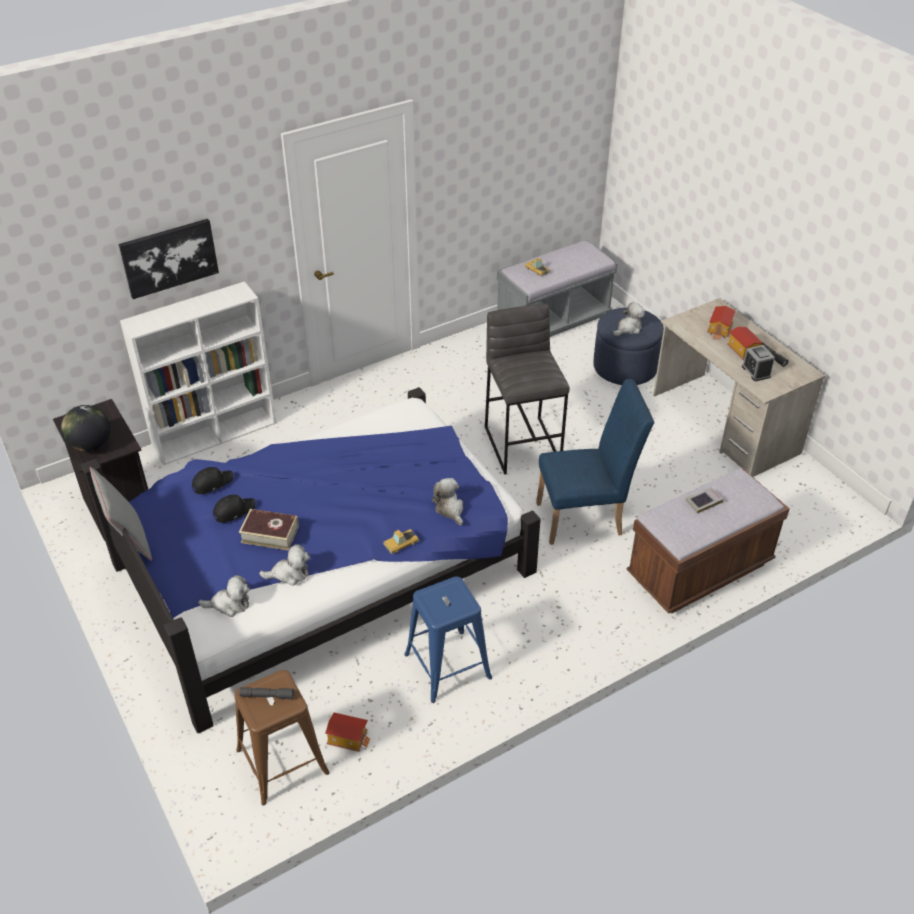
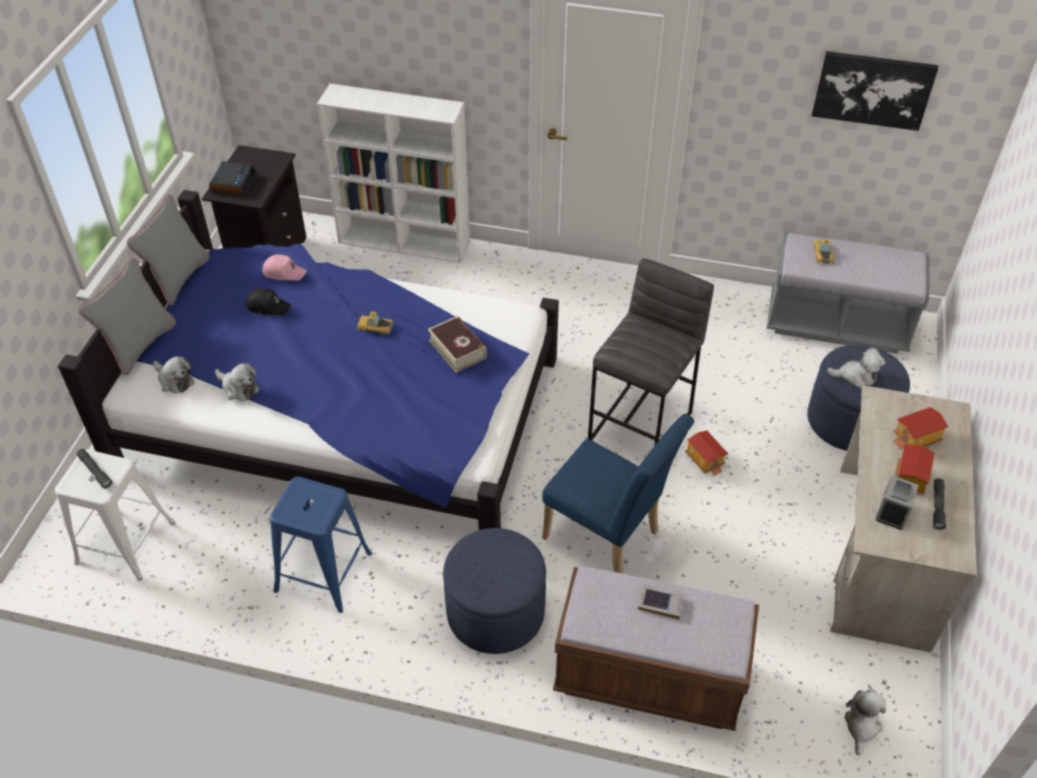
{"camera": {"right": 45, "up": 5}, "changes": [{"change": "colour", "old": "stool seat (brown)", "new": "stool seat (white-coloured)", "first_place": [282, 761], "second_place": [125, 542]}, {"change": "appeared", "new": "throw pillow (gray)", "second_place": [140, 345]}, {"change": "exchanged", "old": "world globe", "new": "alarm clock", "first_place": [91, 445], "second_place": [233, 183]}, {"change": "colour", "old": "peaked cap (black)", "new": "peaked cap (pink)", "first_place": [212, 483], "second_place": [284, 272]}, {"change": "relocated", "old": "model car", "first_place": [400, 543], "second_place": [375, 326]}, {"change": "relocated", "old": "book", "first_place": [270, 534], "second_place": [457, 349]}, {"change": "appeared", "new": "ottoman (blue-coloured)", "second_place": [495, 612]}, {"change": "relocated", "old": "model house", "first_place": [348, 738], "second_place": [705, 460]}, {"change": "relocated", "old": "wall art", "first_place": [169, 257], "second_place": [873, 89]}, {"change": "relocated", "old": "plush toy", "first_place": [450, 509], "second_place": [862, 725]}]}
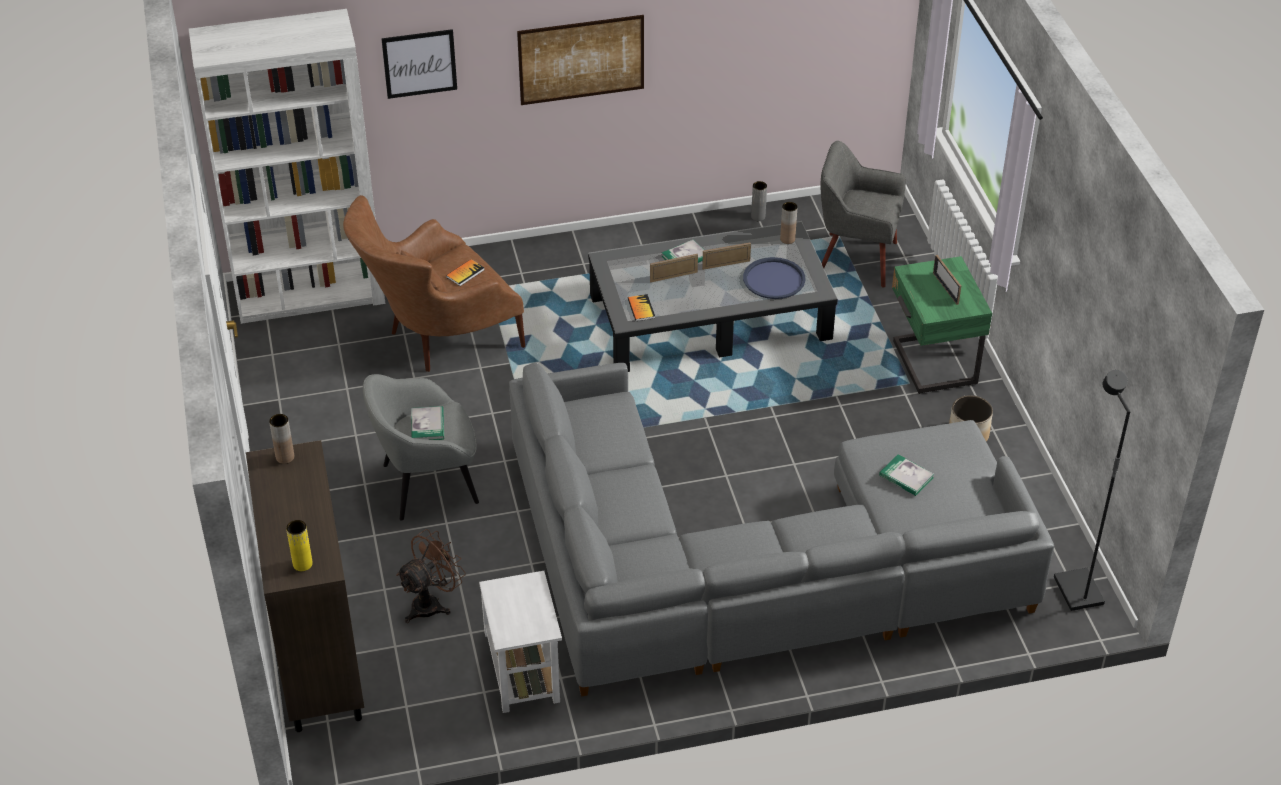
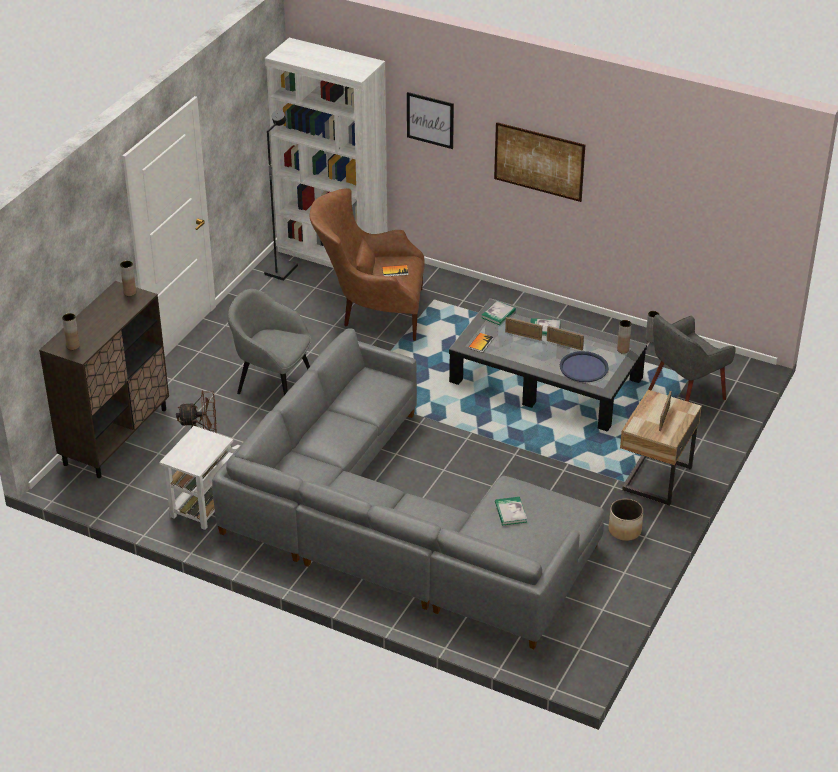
{"camera": {"right": 40, "up": -5}, "changes": [{"change": "colour", "old": "flower vase (yellow-coloured)", "new": "flower vase (brown)", "first_place": [302, 564], "second_place": [73, 346]}, {"change": "relocated", "old": "floor lamp (black)", "first_place": [1076, 591], "second_place": [280, 270]}, {"change": "relocated", "old": "book", "first_place": [427, 425], "second_place": [498, 314]}, {"change": "colour", "old": "night table (greenish)", "new": "night table (beige)", "first_place": [932, 364], "second_place": [654, 479]}, {"change": "spun", "old": "lounge chair (gray)", "first_place": [856, 258], "second_place": [685, 394], "degrees": -90}]}
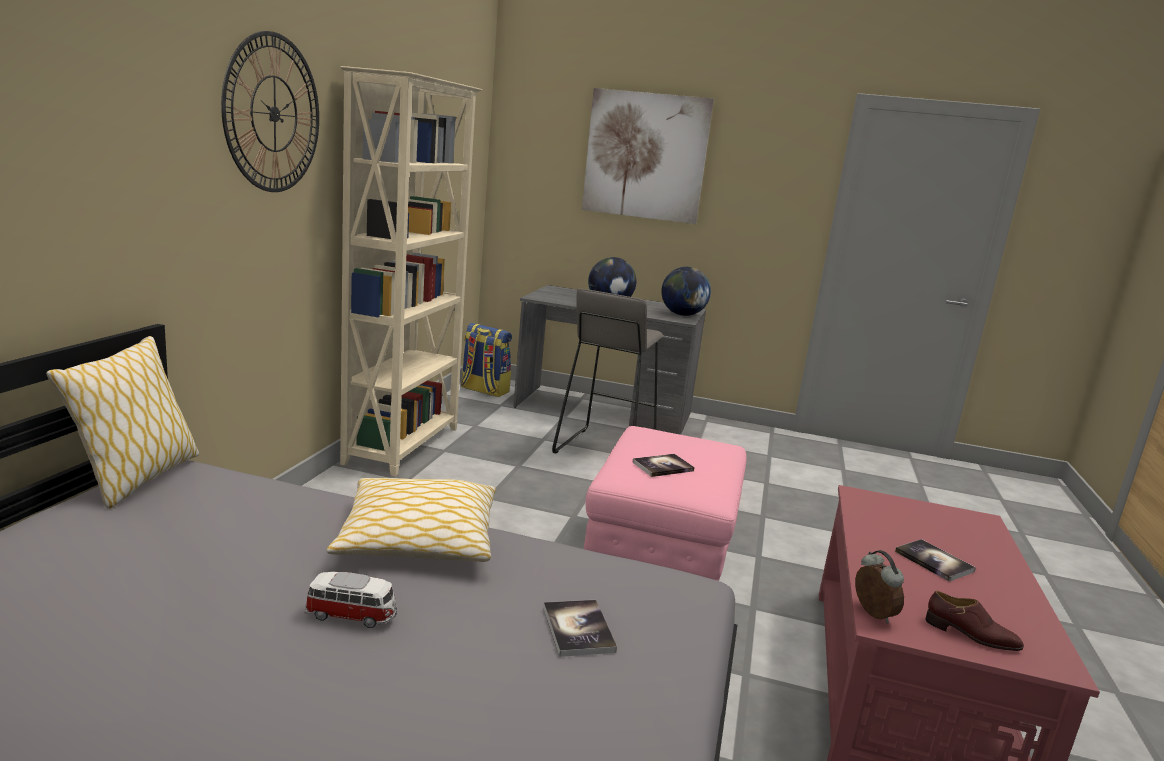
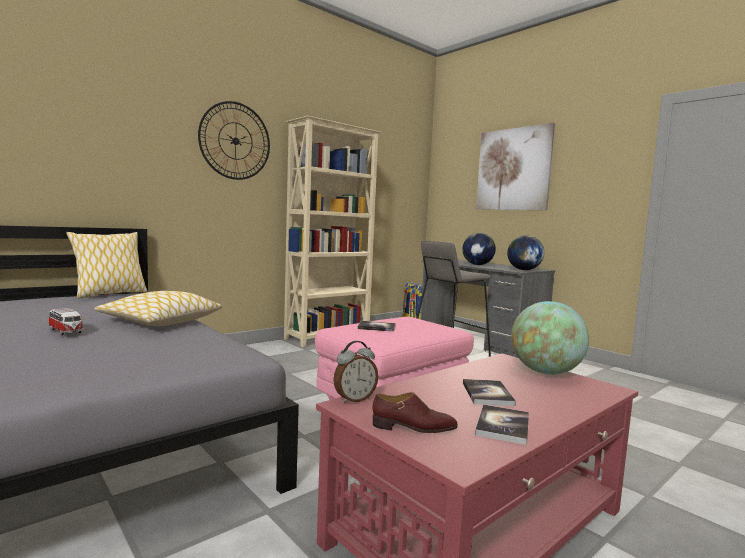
{"camera": {"right": 35, "up": -10}, "changes": [{"change": "spun", "old": "alarm clock", "first_place": [871, 614], "second_place": [354, 399], "degrees": 45}, {"change": "spun", "old": "item of footwear (brown)", "first_place": [971, 635], "second_place": [414, 428], "degrees": -60}, {"change": "relocated", "old": "book", "first_place": [578, 629], "second_place": [503, 425]}, {"change": "appeared", "new": "world globe", "second_place": [545, 372]}]}
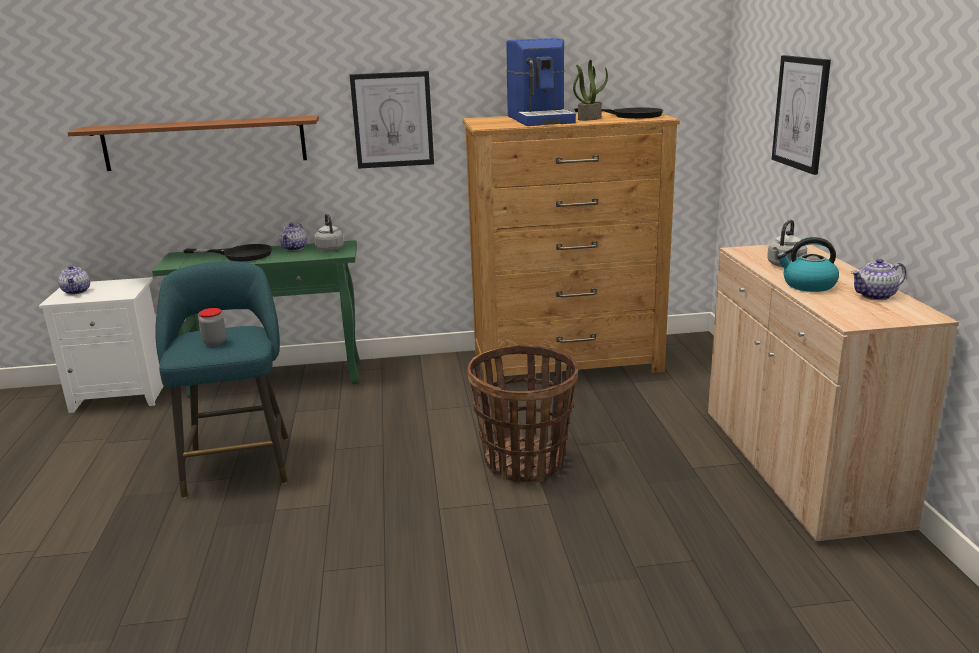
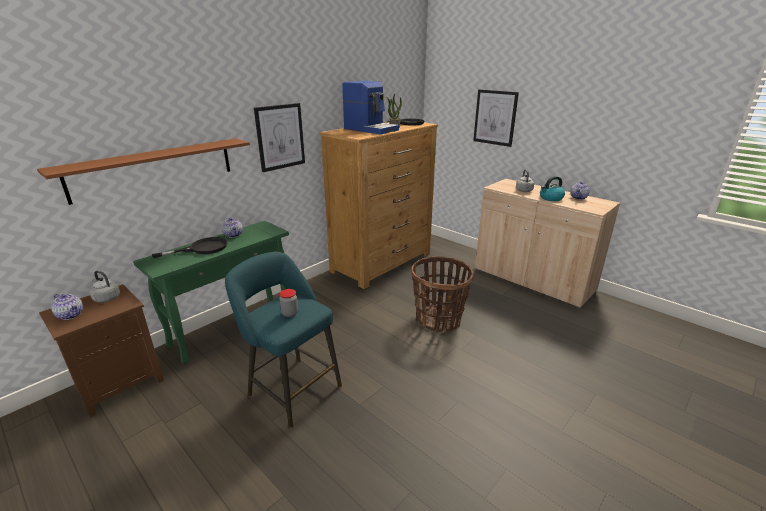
{"camera": {"right": -40, "up": 5}, "changes": [{"change": "colour", "old": "night table (white-coloured)", "new": "night table (brown)", "first_place": [123, 394], "second_place": [120, 383]}, {"change": "relocated", "old": "kettle (gray)", "first_place": [329, 248], "second_place": [106, 298]}]}
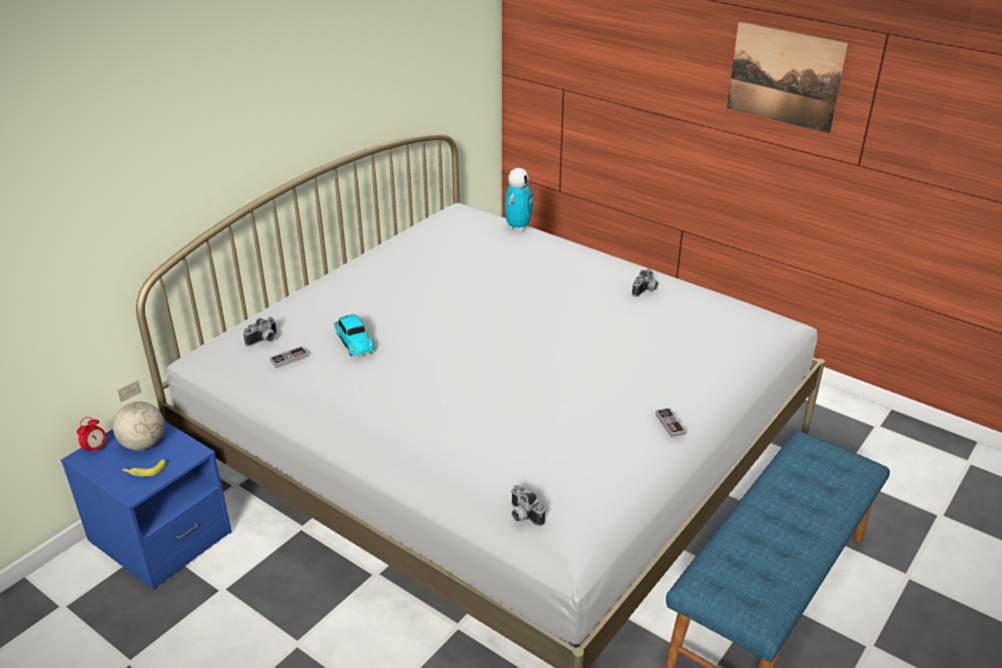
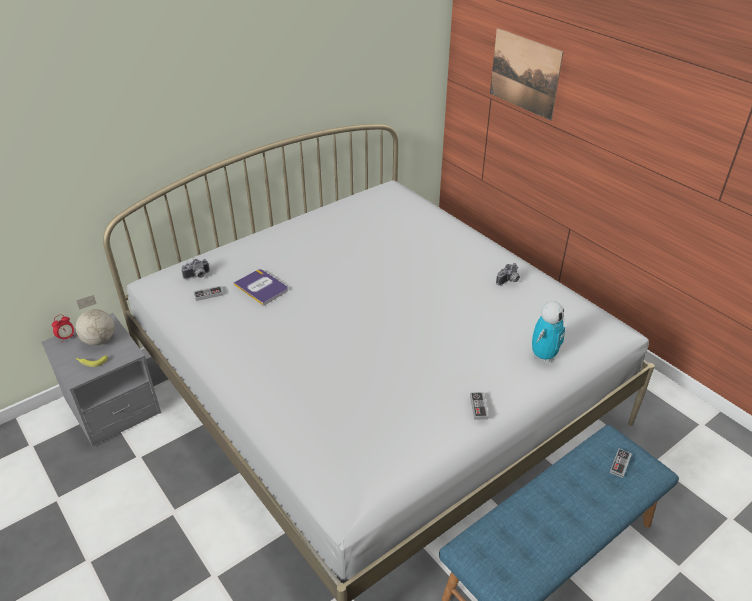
{"camera": {"right": 15, "up": 5}, "changes": [{"change": "colour", "old": "night table (blue-coloured)", "new": "night table (gray)", "first_place": [160, 537], "second_place": [112, 406]}, {"change": "exchanged", "old": "model car", "new": "book", "first_place": [354, 340], "second_place": [261, 287]}, {"change": "relocated", "old": "wall art", "first_place": [784, 77], "second_place": [524, 73]}, {"change": "relocated", "old": "model robot", "first_place": [518, 227], "second_place": [543, 355]}, {"change": "appeared", "new": "joypad", "second_place": [620, 464]}, {"change": "missing", "old": "still camera", "first_place": [522, 516]}]}
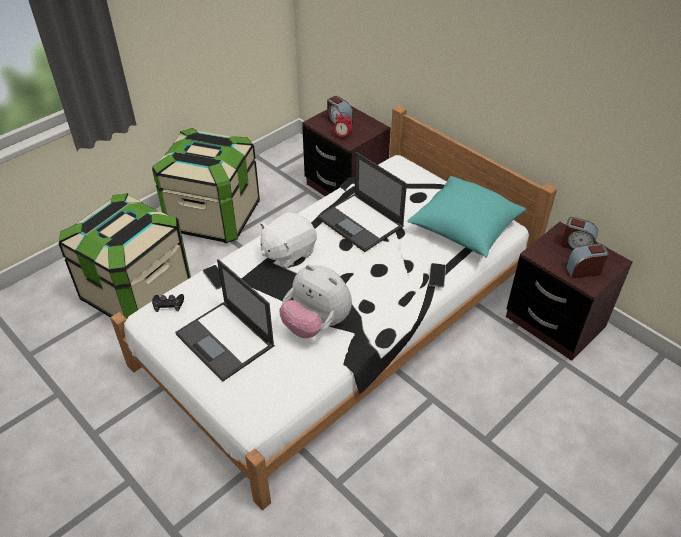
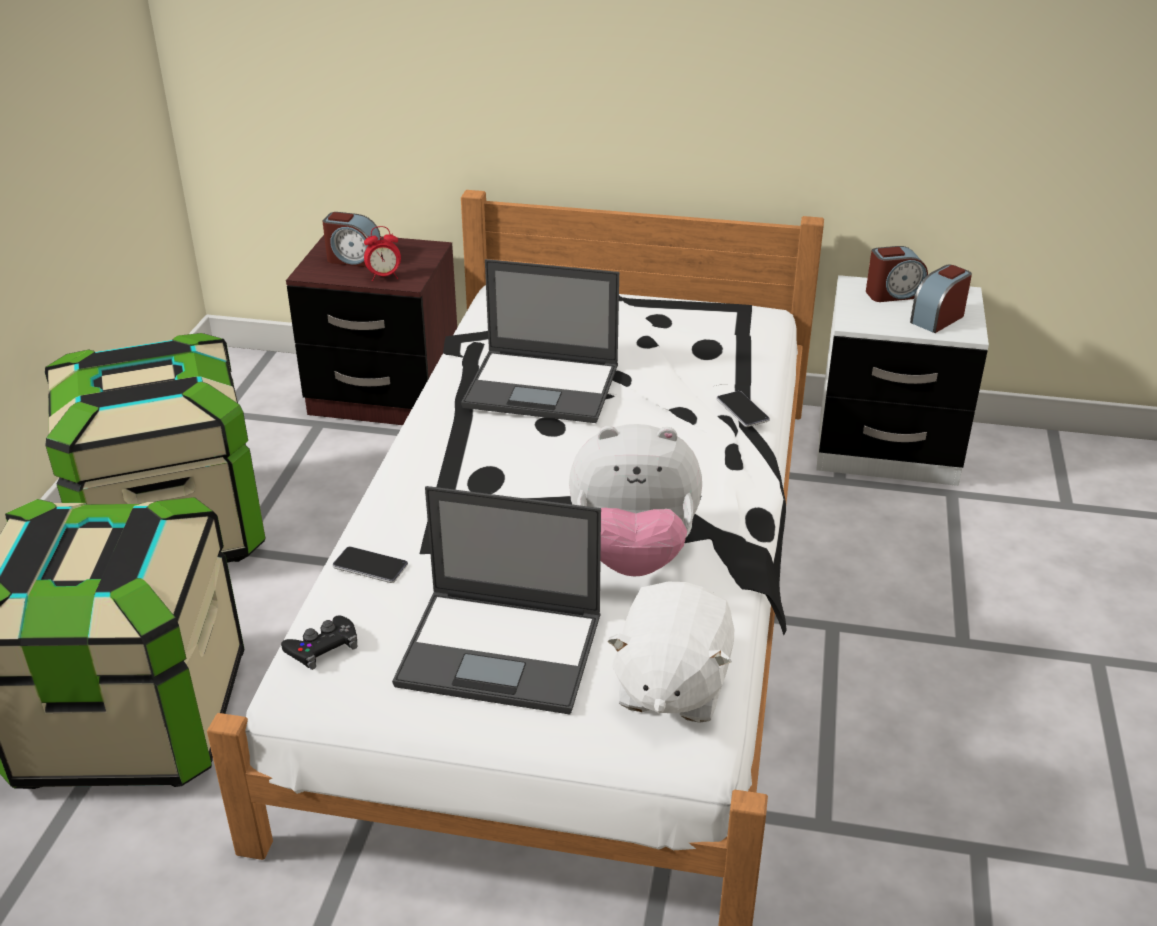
{"camera": {"right": -35, "up": -10}, "changes": [{"change": "relocated", "old": "plush toy (white-coloured)", "first_place": [288, 252], "second_place": [671, 686]}, {"change": "colour", "old": "night table (brown)", "new": "night table (white-coloured)", "first_place": [554, 322], "second_place": [886, 448]}, {"change": "missing", "old": "throw pillow (blue-green)", "first_place": [464, 229]}]}
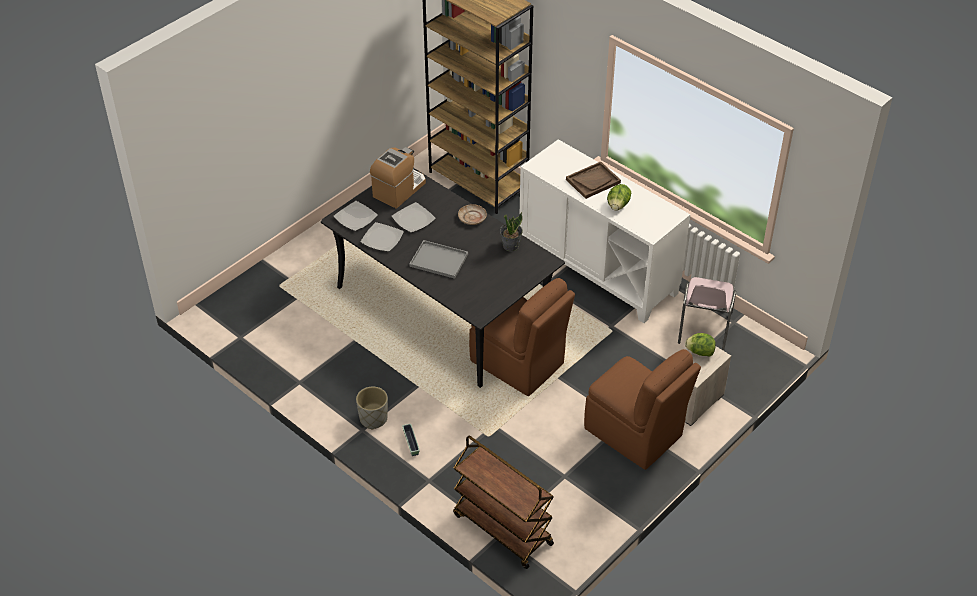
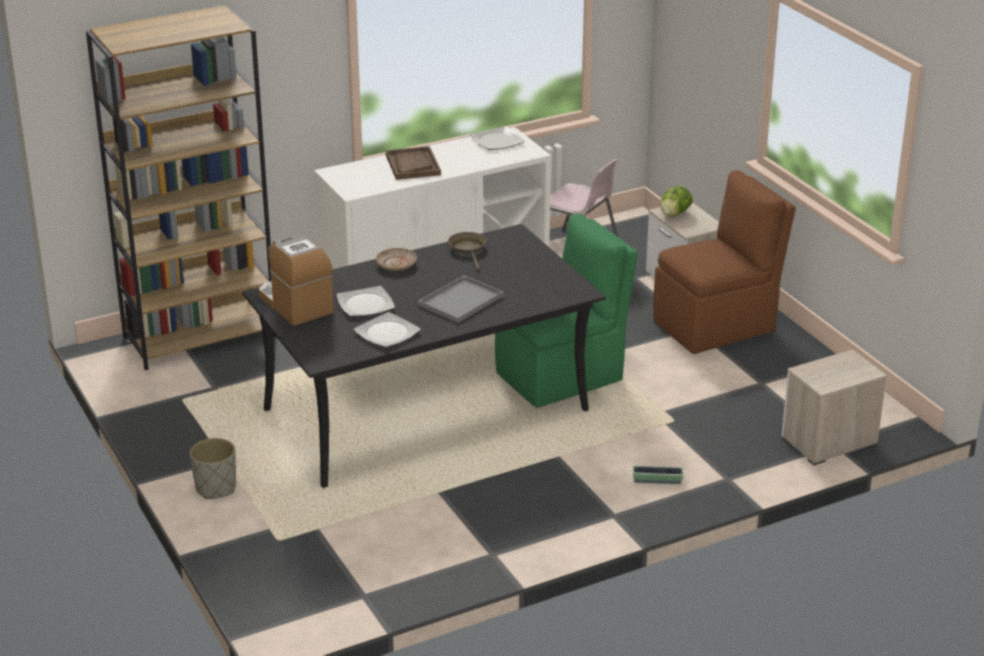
{"camera": {"right": -70, "up": -15}, "changes": [{"change": "relocated", "old": "flower pot (gray)", "first_place": [373, 418], "second_place": [215, 488]}, {"change": "exchanged", "old": "potted plant", "new": "pan (brown)", "first_place": [510, 245], "second_place": [468, 250]}, {"change": "relocated", "old": "dinner plate", "first_place": [355, 218], "second_place": [497, 141]}, {"change": "colour", "old": "chair (brown)", "new": "chair (greenish)", "first_place": [519, 364], "second_place": [562, 376]}, {"change": "exchanged", "old": "trolley (brown)", "new": "night table", "first_place": [502, 529], "second_place": [827, 441]}, {"change": "missing", "old": "lettuce head", "first_place": [618, 205]}]}
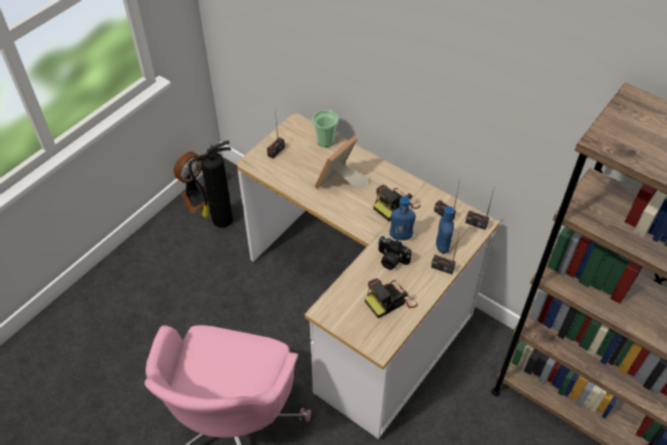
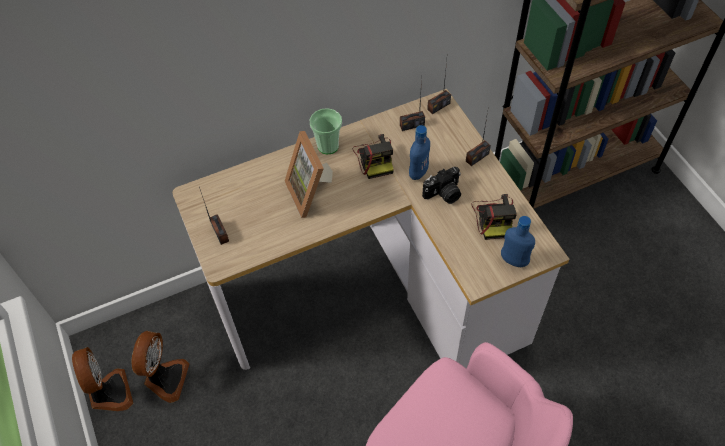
{"camera": {"right": -60, "up": 5}, "changes": [{"change": "exchanged", "old": "fire extinguisher", "new": "cooling fan", "first_place": [221, 220], "second_place": [165, 378]}, {"change": "relocated", "old": "small cup", "first_place": [325, 141], "second_place": [328, 146]}, {"change": "relocated", "old": "drink bottle (blue-coloured)", "first_place": [442, 246], "second_place": [514, 261]}]}
